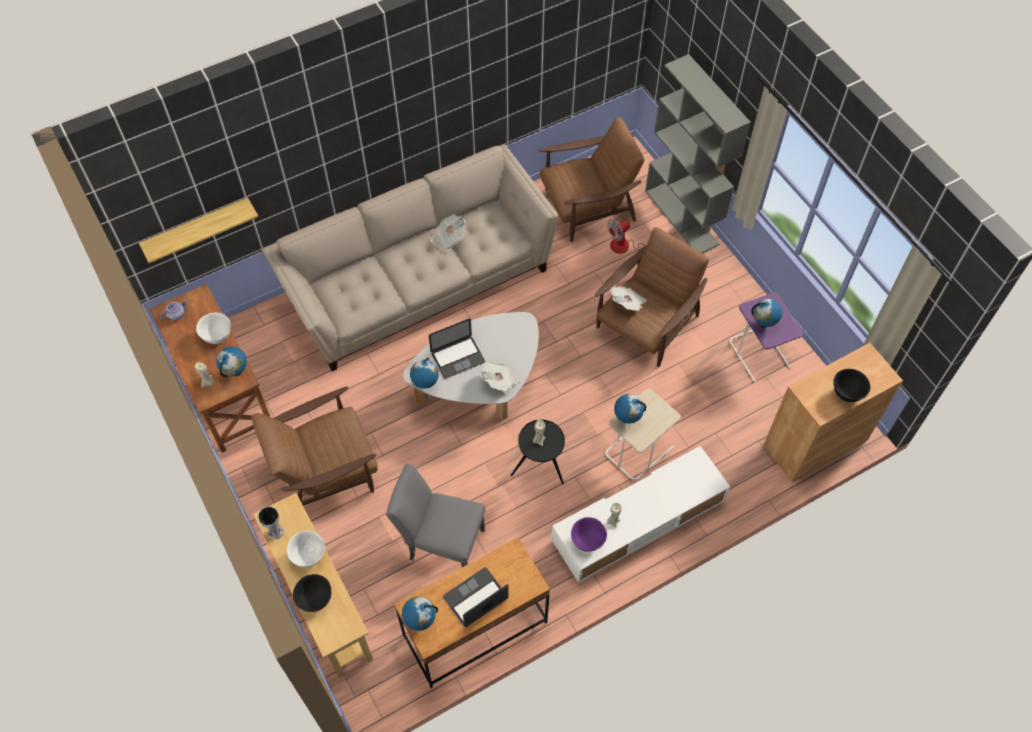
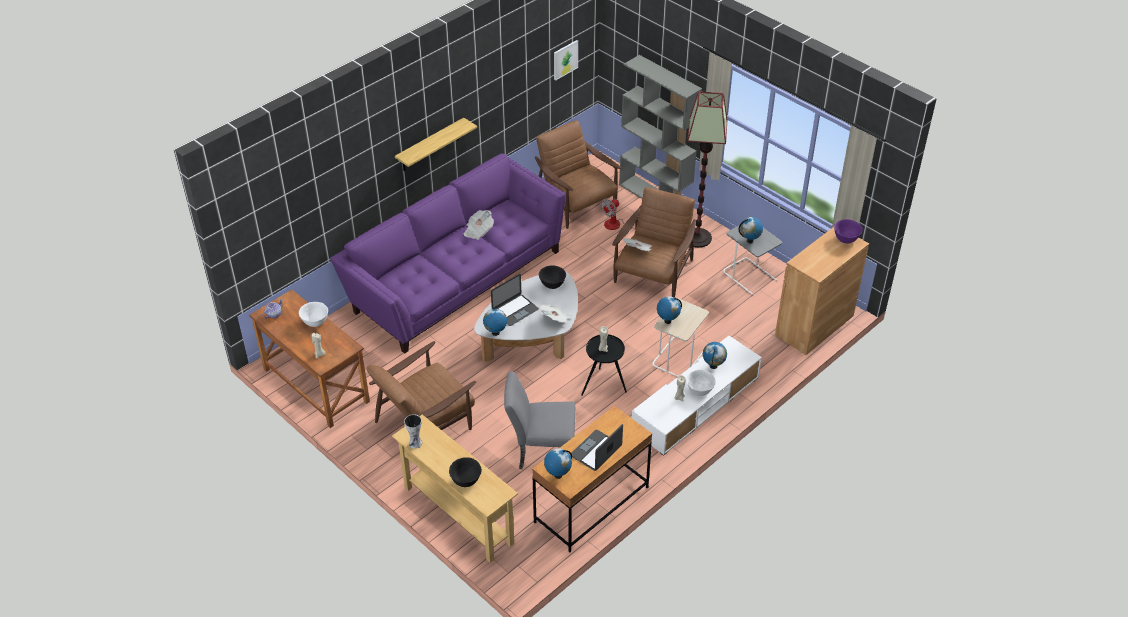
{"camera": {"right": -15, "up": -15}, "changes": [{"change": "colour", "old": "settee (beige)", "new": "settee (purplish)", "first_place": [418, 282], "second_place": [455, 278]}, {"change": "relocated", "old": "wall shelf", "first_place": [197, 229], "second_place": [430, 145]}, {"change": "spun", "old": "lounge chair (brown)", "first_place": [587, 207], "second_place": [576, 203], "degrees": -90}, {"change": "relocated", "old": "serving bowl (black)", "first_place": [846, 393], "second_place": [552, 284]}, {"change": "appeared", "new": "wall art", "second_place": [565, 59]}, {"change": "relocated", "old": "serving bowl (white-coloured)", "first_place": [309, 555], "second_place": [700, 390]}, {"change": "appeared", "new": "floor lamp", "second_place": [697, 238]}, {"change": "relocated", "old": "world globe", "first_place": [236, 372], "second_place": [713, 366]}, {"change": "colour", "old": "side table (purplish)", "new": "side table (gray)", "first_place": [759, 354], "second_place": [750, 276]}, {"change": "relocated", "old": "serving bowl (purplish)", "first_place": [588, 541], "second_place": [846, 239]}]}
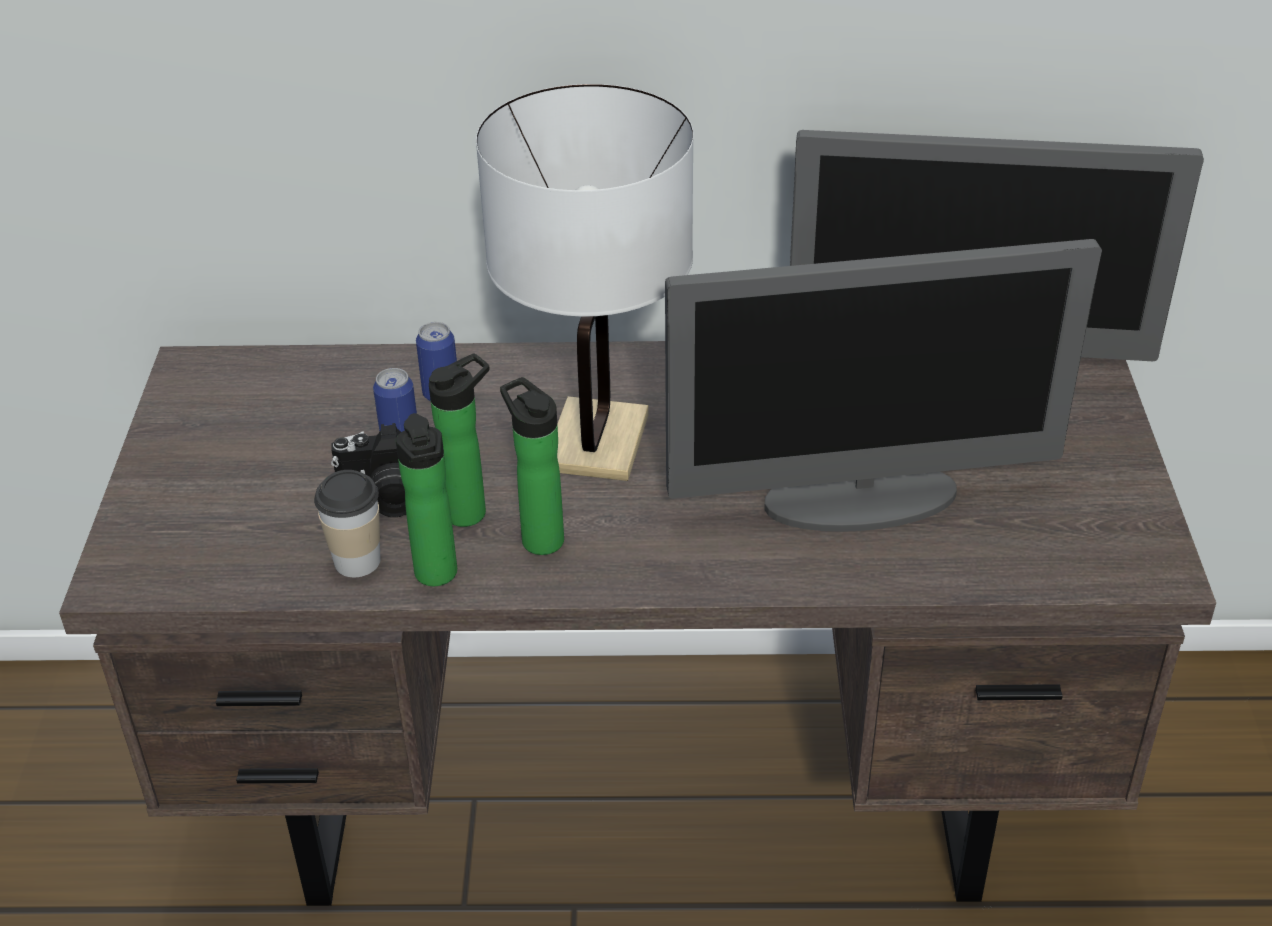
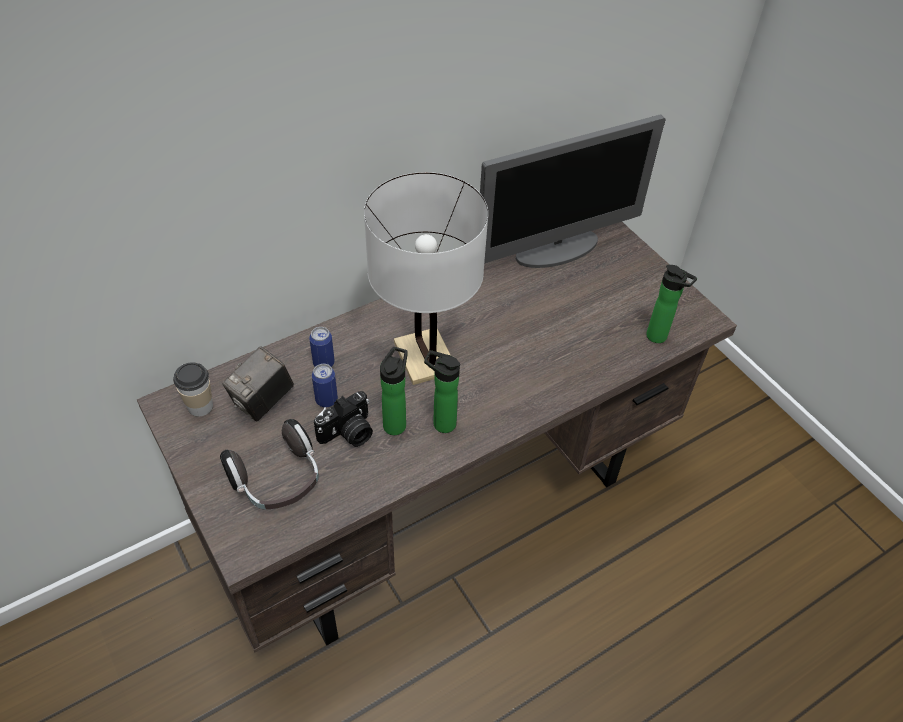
{"camera": {"right": -35, "up": 10}, "changes": [{"change": "relocated", "old": "small cup", "first_place": [357, 561], "second_place": [200, 406]}, {"change": "appeared", "new": "pair of headphones", "second_place": [278, 481]}, {"change": "appeared", "new": "still camera", "second_place": [263, 402]}, {"change": "relocated", "old": "drink bottle", "first_place": [437, 577], "second_place": [659, 337]}, {"change": "missing", "old": "monitor", "first_place": [862, 499]}]}
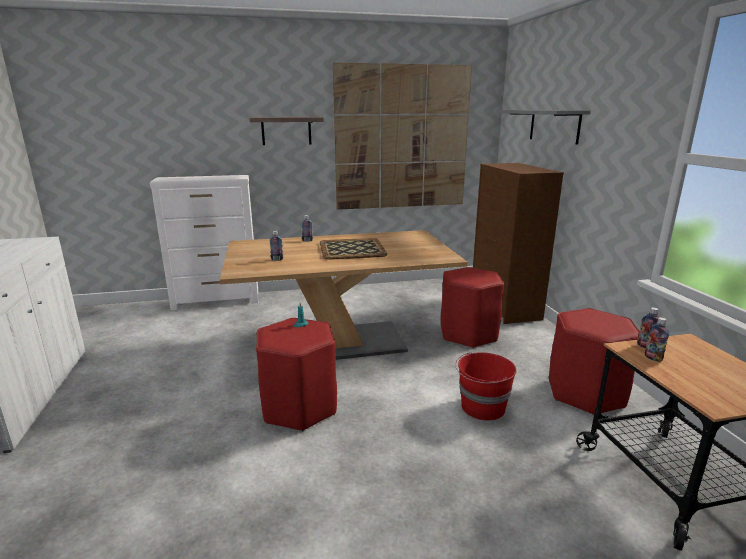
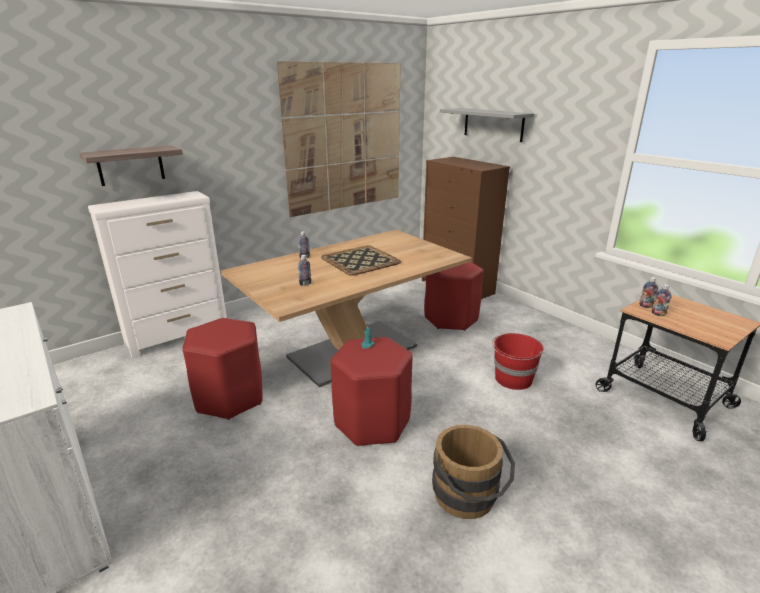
{"camera": {"right": -25, "up": 5}, "changes": [{"change": "relocated", "old": "wall shelf", "first_place": [286, 130], "second_place": [130, 165]}, {"change": "relocated", "old": "stool seat (red-coloured)", "first_place": [585, 393], "second_place": [230, 398]}, {"change": "appeared", "new": "water bucket (brown)", "second_place": [468, 499]}]}
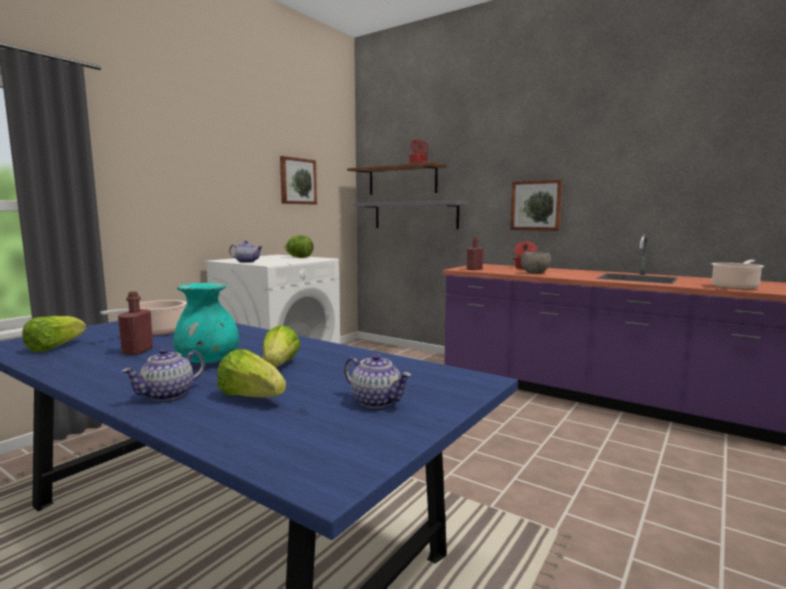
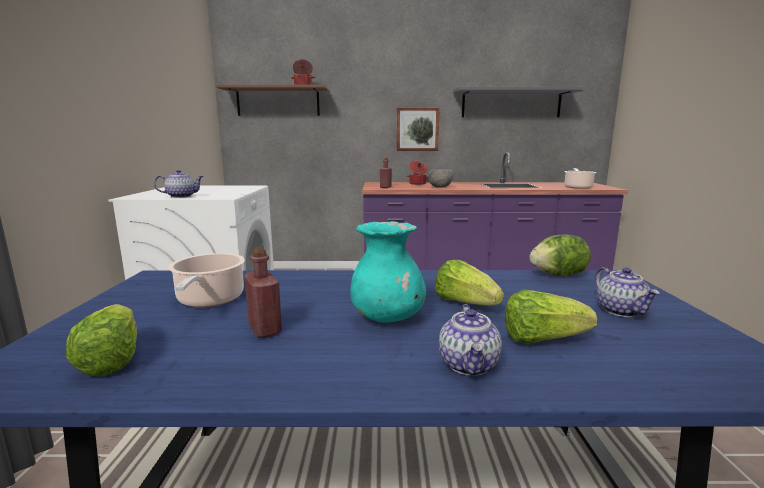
{"camera": {"right": -35, "up": 5}, "changes": [{"change": "relocated", "old": "wall shelf (gray)", "first_place": [415, 215], "second_place": [511, 103]}, {"change": "relocated", "old": "lettuce head", "first_place": [299, 257], "second_place": [558, 275]}, {"change": "spun", "old": "tea pot", "first_place": [377, 401], "second_place": [621, 311], "degrees": 75}, {"change": "missing", "old": "wall art", "first_place": [297, 181]}]}
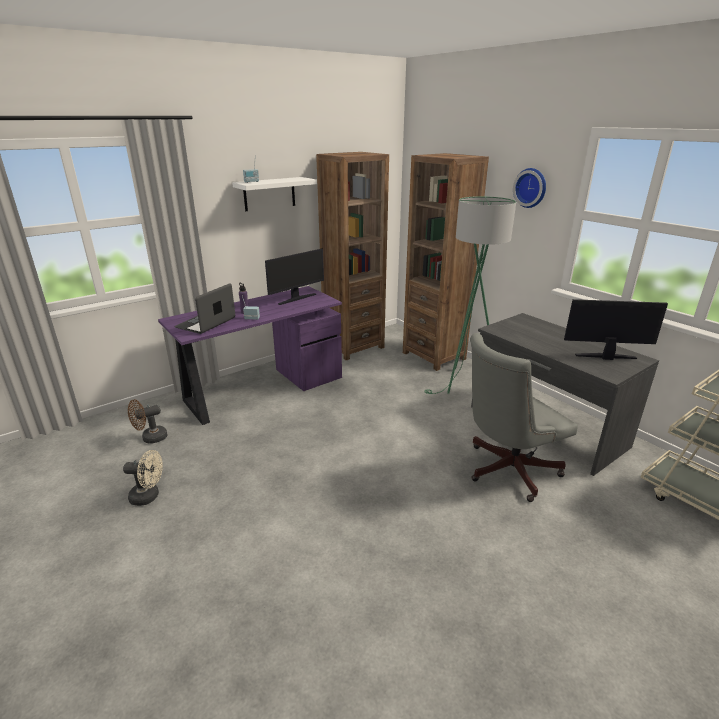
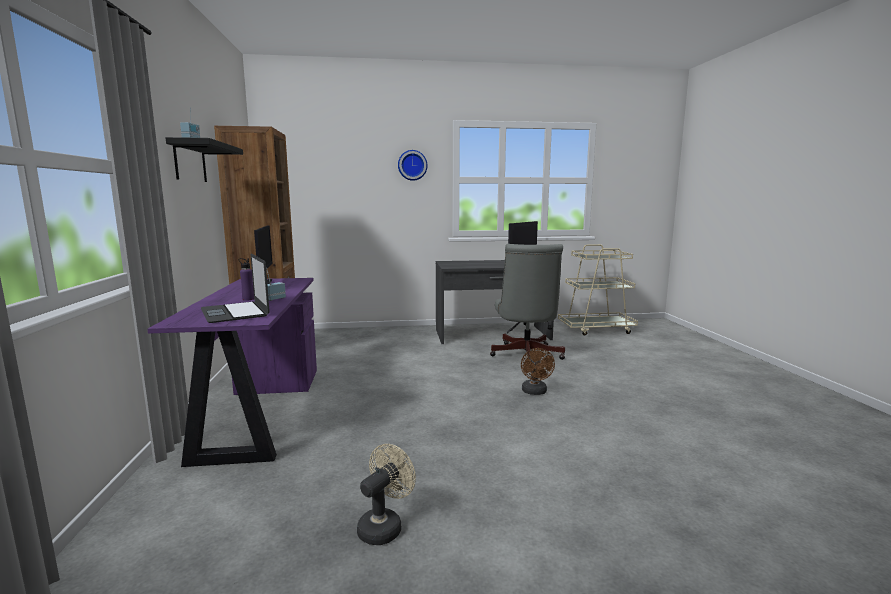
{"camera": {"right": -60, "up": -15}, "changes": [{"change": "colour", "old": "wall shelf (white-coloured)", "new": "wall shelf (black)", "first_place": [269, 194], "second_place": [190, 162]}, {"change": "relocated", "old": "cooling fan (brown)", "first_place": [150, 438], "second_place": [535, 392]}, {"change": "missing", "old": "shelving unit (brown)", "first_place": [434, 356]}, {"change": "missing", "old": "floor lamp (greenish)", "first_place": [464, 384]}]}
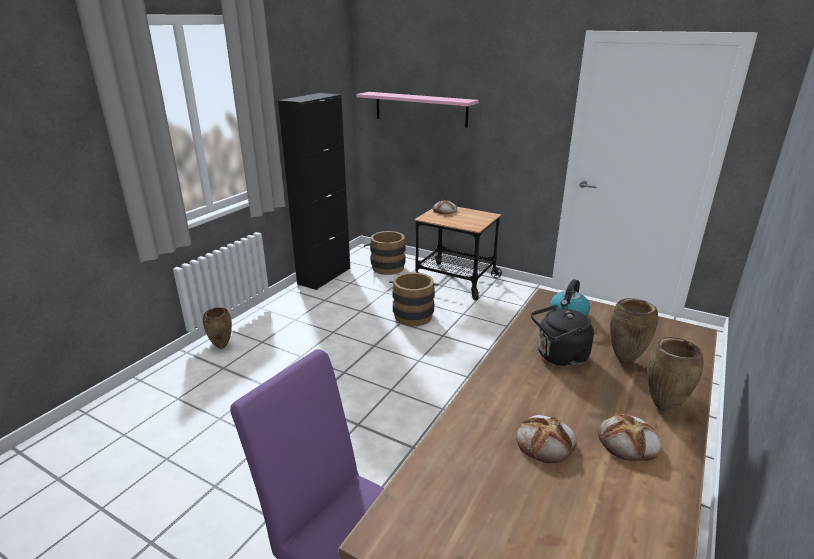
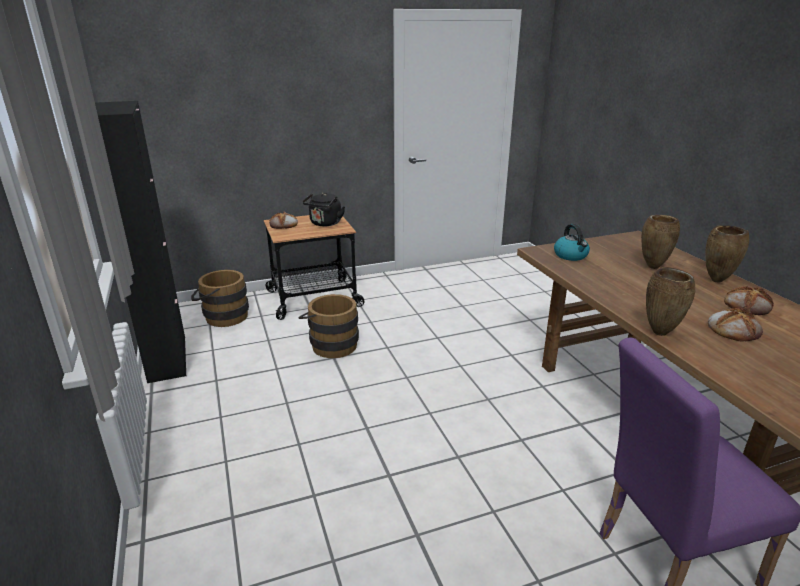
{"camera": {"right": -50, "up": 0}, "changes": [{"change": "relocated", "old": "kettle (black)", "first_place": [559, 357], "second_place": [325, 224]}, {"change": "relocated", "old": "flower vase (brown)", "first_place": [222, 347], "second_place": [661, 333]}, {"change": "missing", "old": "wall shelf (pink)", "first_place": [420, 109]}]}
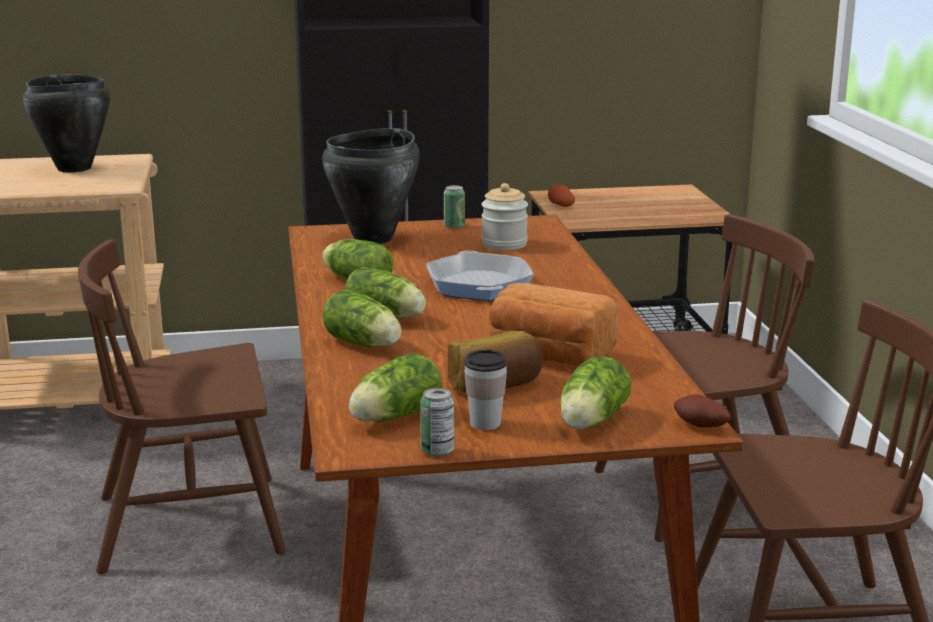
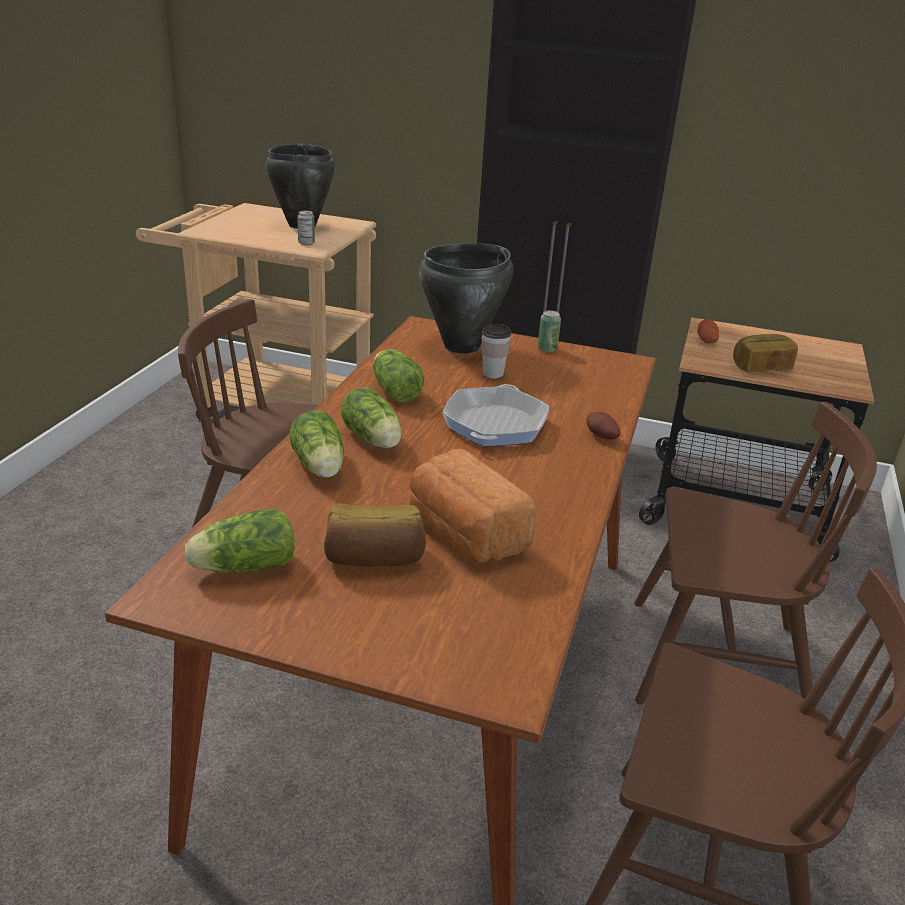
{"camera": {"right": 25, "up": 10}, "changes": [{"change": "relocated", "old": "sealed can", "first_place": [437, 451], "second_place": [306, 243]}, {"change": "relocated", "old": "small cup", "first_place": [485, 423], "second_place": [493, 374]}, {"change": "relocated", "old": "spud", "first_place": [700, 427], "second_place": [600, 437]}, {"change": "appeared", "new": "bakery bread", "second_place": [761, 367]}, {"change": "missing", "old": "jar", "first_place": [504, 244]}, {"change": "missing", "old": "lettuce head", "first_place": [590, 422]}]}
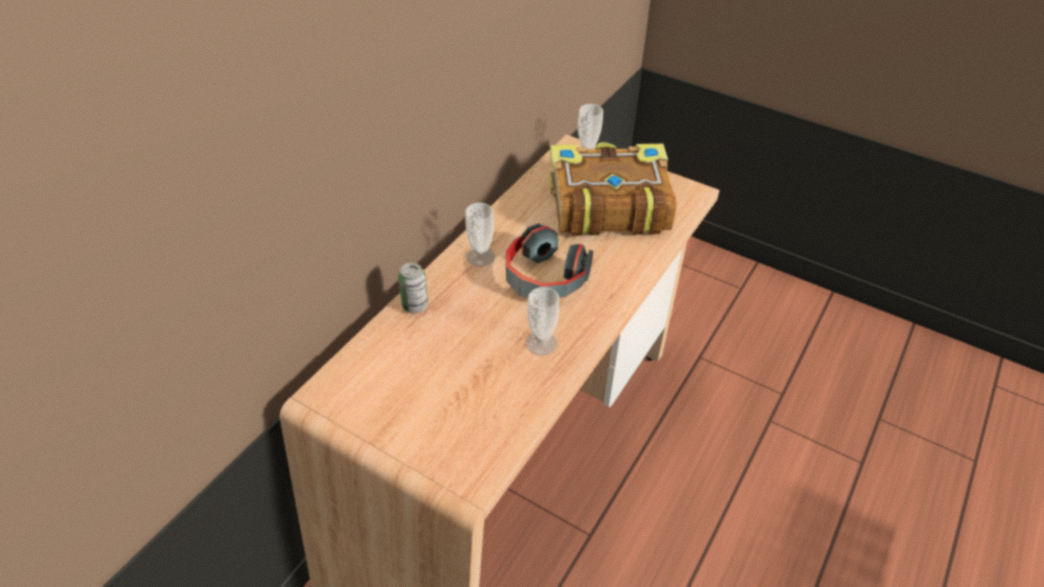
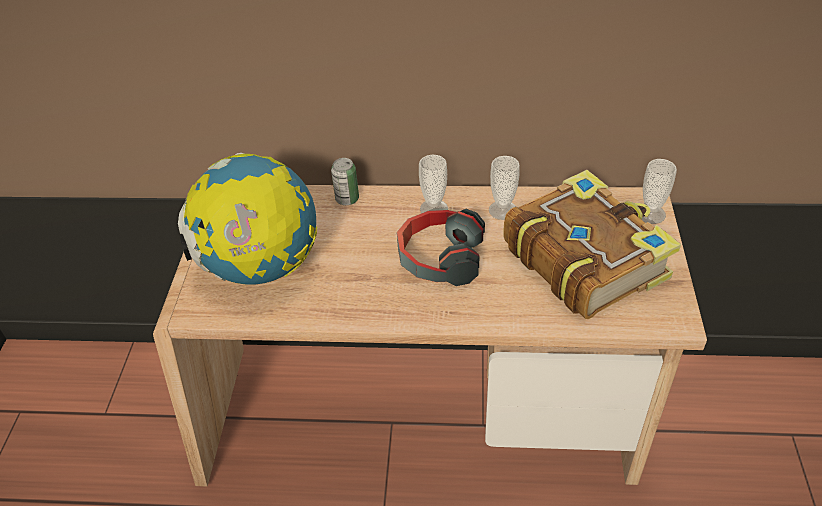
{"camera": {"right": 65, "up": 0}, "changes": [{"change": "appeared", "new": "world globe", "second_place": [261, 267]}, {"change": "relocated", "old": "small cup", "first_place": [541, 343], "second_place": [502, 210]}]}
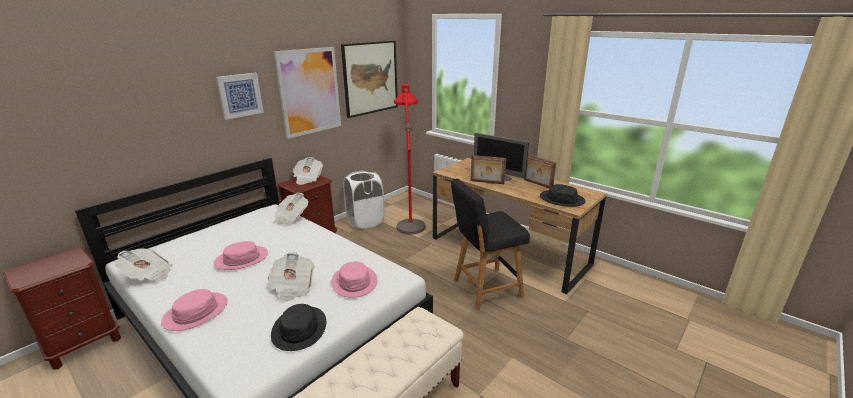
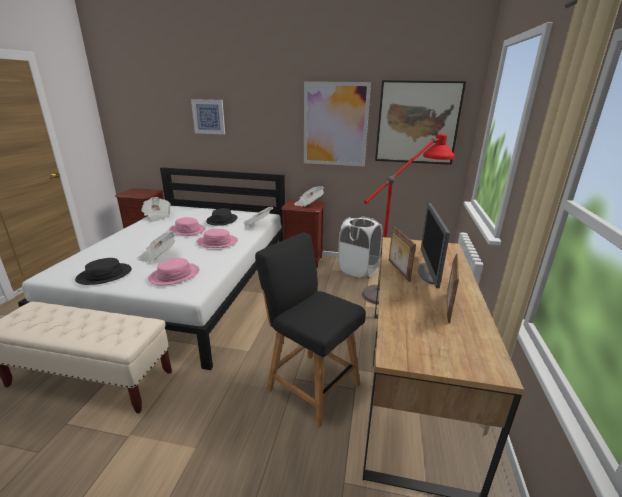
{"camera": {"right": 60, "up": 0}, "changes": [{"change": "relocated", "old": "wall art", "first_place": [240, 95], "second_place": [208, 116]}, {"change": "relocated", "old": "hat (pink)", "first_place": [196, 312], "second_place": [217, 242]}, {"change": "relocated", "old": "hat (black)", "first_place": [562, 199], "second_place": [222, 220]}]}
